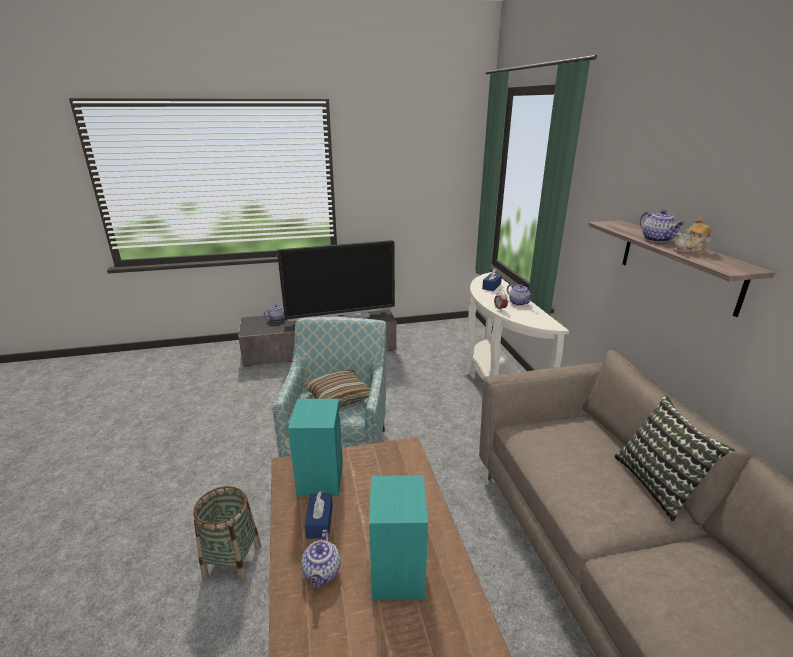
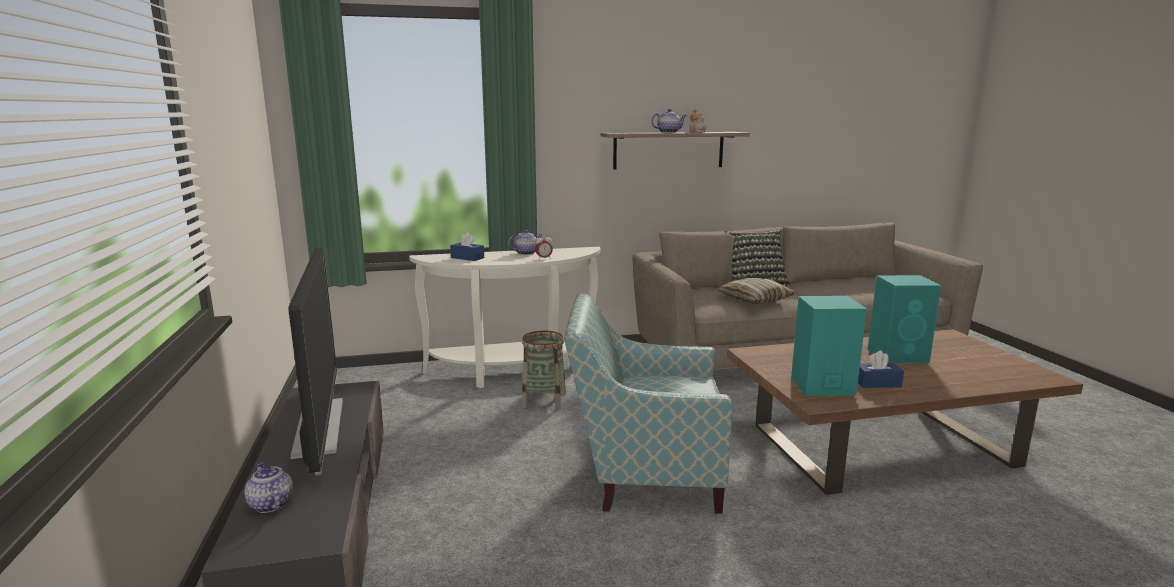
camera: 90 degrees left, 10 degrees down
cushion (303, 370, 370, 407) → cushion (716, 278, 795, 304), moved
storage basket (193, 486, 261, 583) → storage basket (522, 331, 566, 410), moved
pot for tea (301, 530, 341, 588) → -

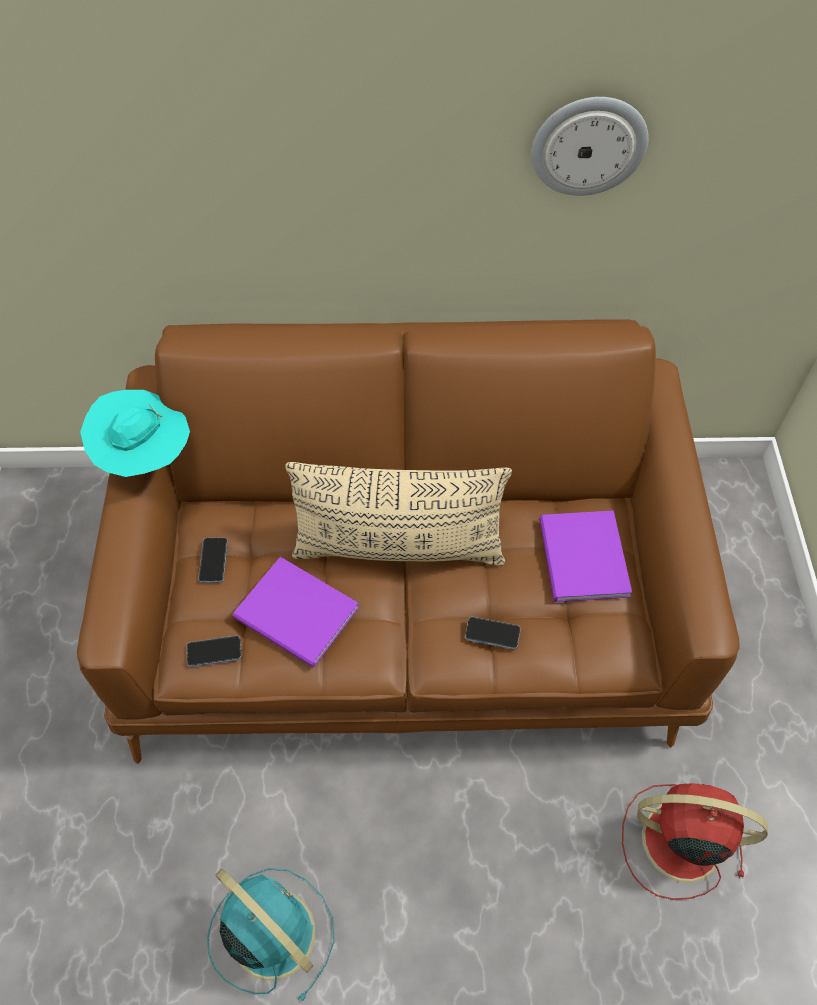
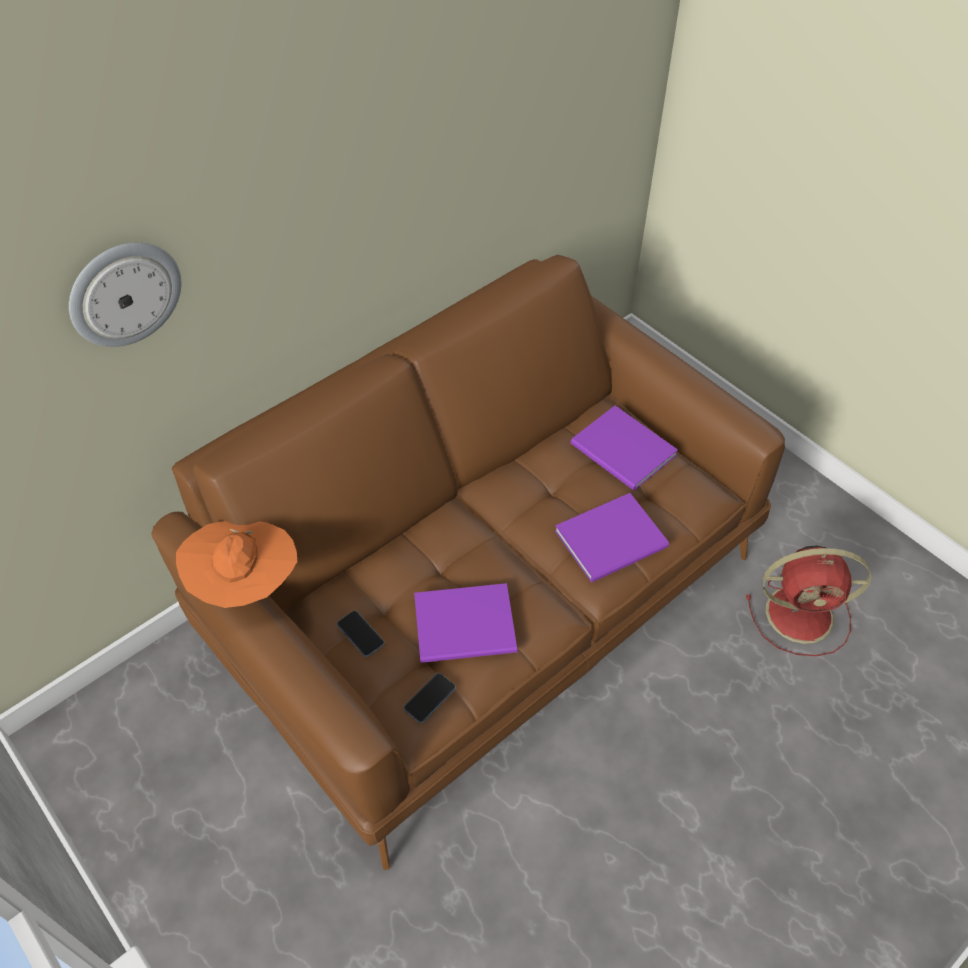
camera: 40 degrees left, 5 degrees down
clock on the wall (531, 97, 649, 196) → clock on the wall (69, 242, 181, 347), moved
turquoise clothing hat (80, 390, 190, 477) → orange-coloured clothing hat (176, 521, 297, 608)
beige-coloured cushion (285, 462, 512, 566) → -
phone (465, 617, 521, 649) → purple-coloured bound book (555, 493, 669, 582)
red electric fan (622, 783, 768, 900) → red electric fan (746, 545, 871, 656), 150 degrees counterclockwise
turquoise electric fan (207, 868, 335, 1003) → -

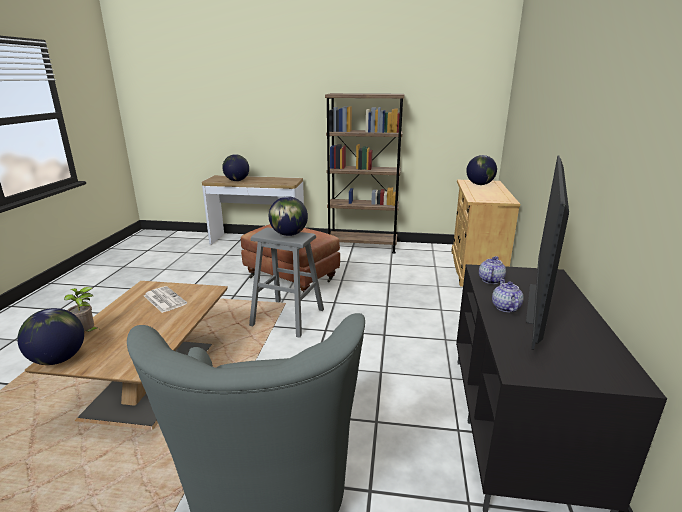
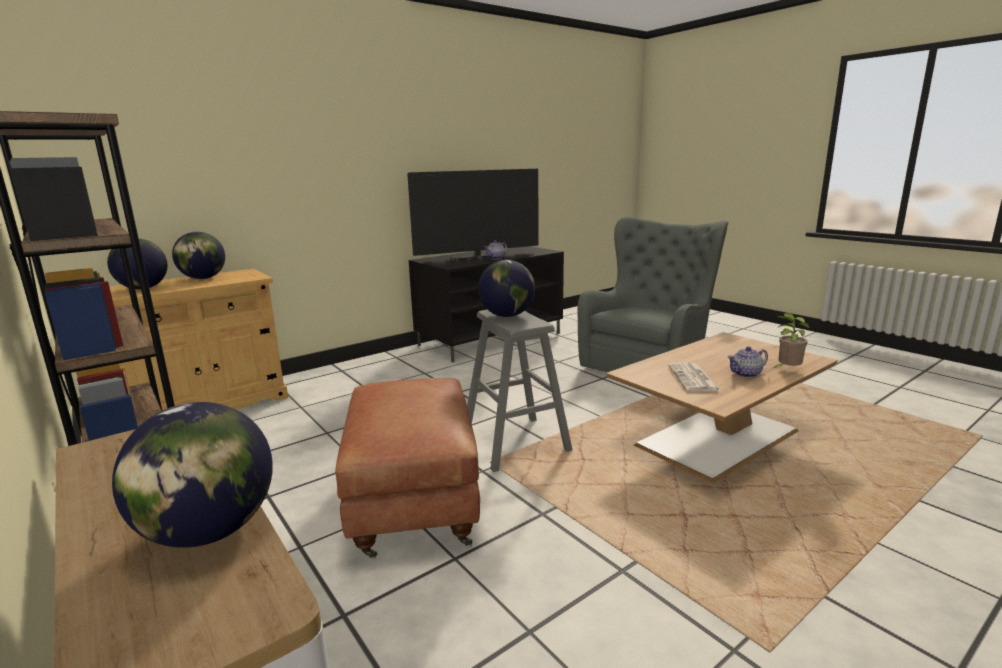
camera: 135 degrees left, 5 degrees down
pot for tea (479, 256, 506, 284) → pot for tea (728, 346, 768, 378), moved
globe (17, 308, 84, 365) → globe (172, 232, 225, 279), moved

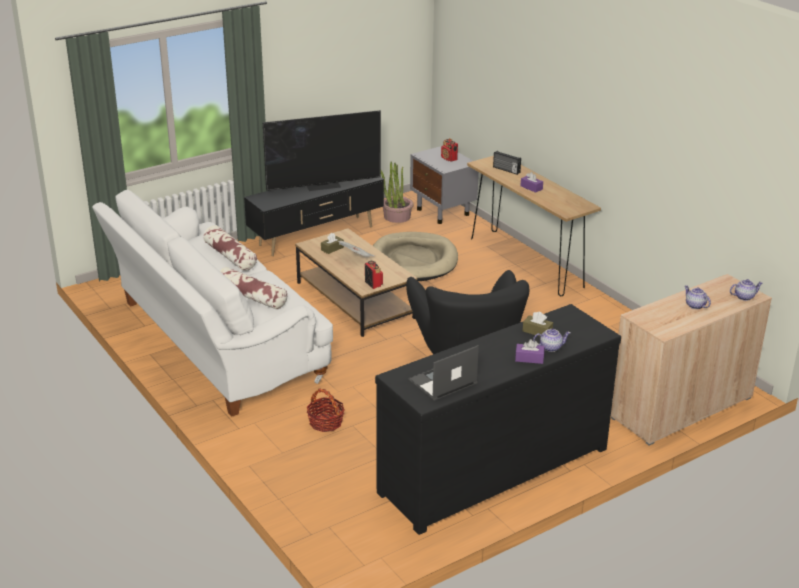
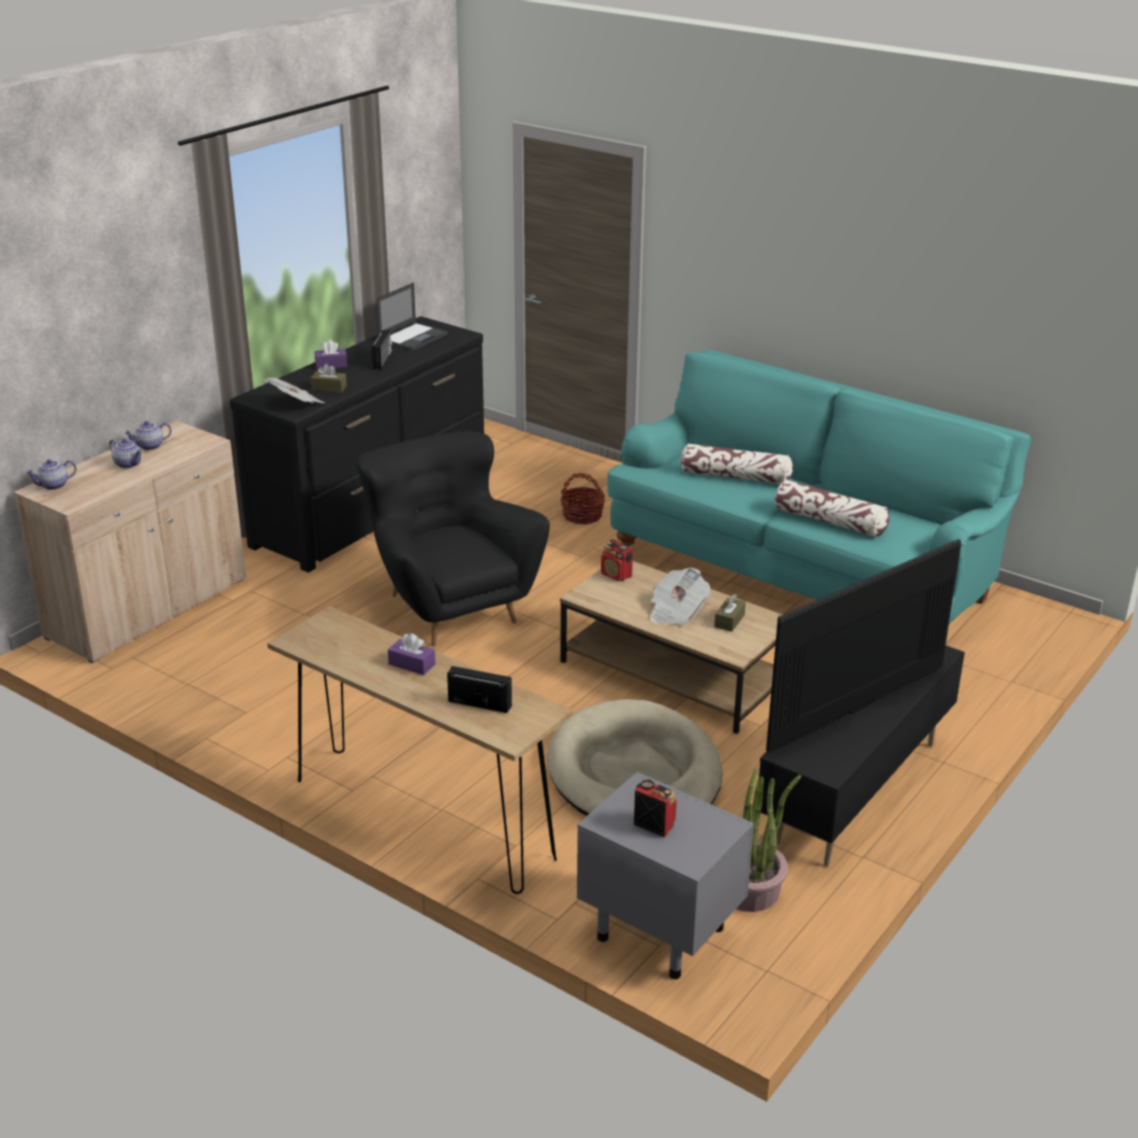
camera: 160 degrees right, 0 degrees up
white settee (92, 190, 333, 417) → turquoise settee (607, 349, 1031, 624)
pot for tea (533, 329, 570, 352) → pot for tea (124, 421, 171, 450), moved
- → radio set (372, 330, 392, 370)
- → newspaper (265, 378, 325, 403)

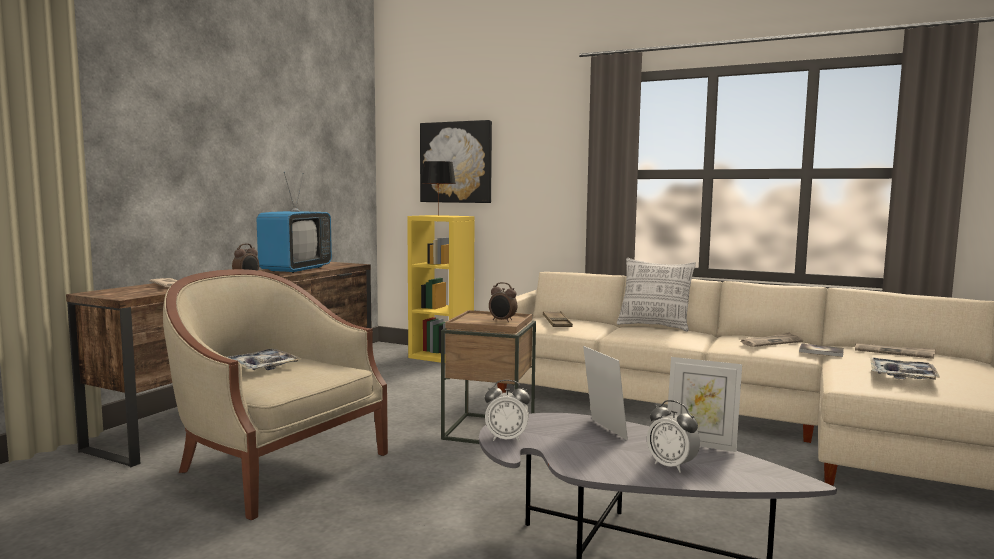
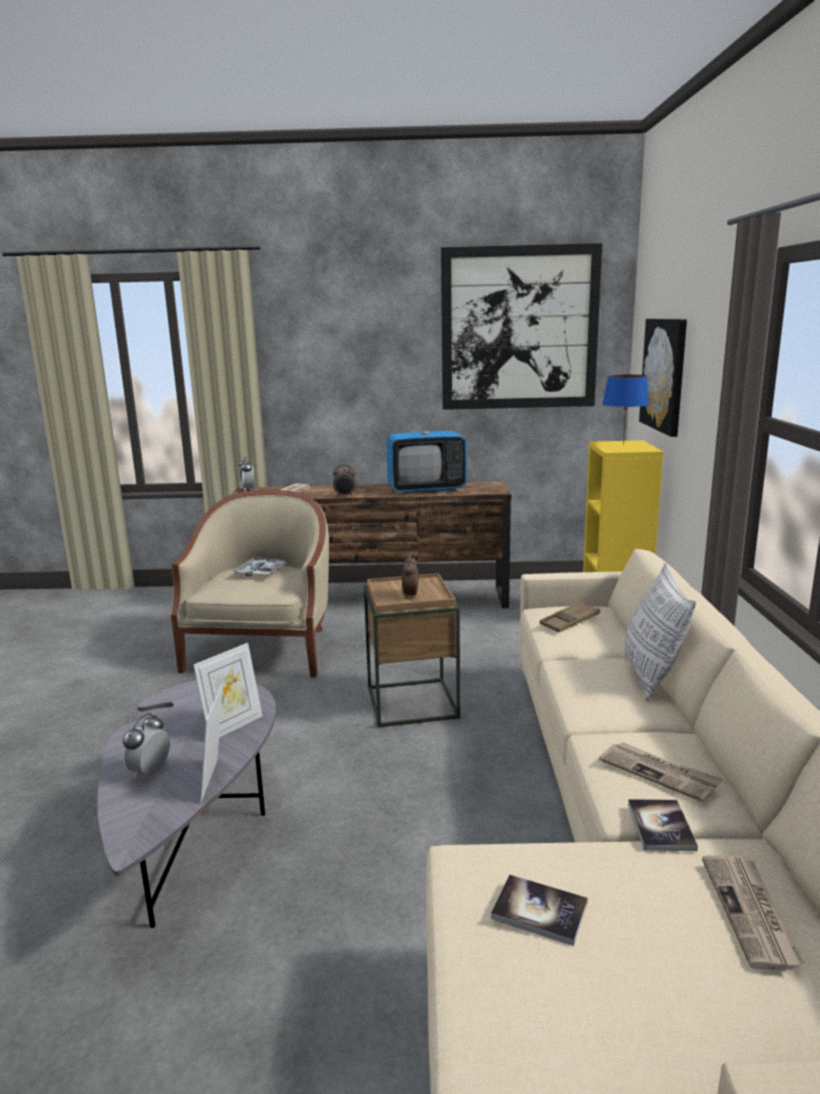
camera: 65 degrees right, 10 degrees up
black lamp for a table (421, 161, 456, 216) → blue lamp for a table (602, 374, 649, 445)
tray (870, 358, 940, 380) → bound book (491, 874, 588, 946)
table clock (485, 380, 530, 442) → table clock (239, 457, 254, 491), moved
- → wall picture (441, 243, 602, 410)

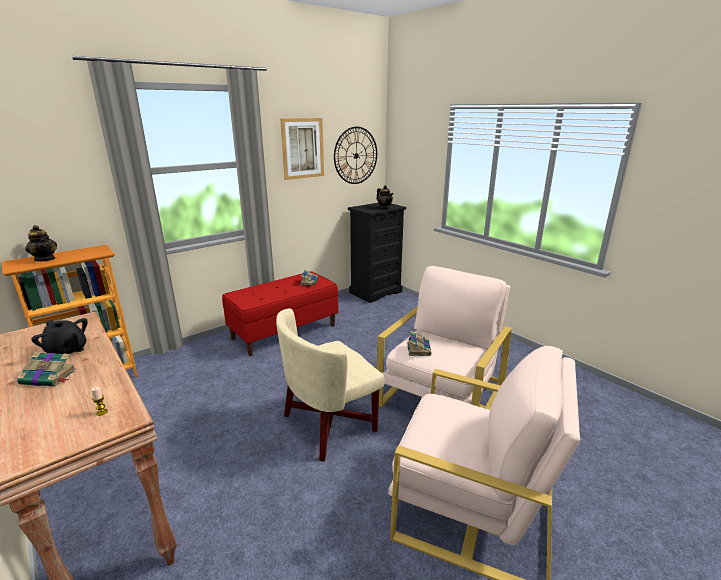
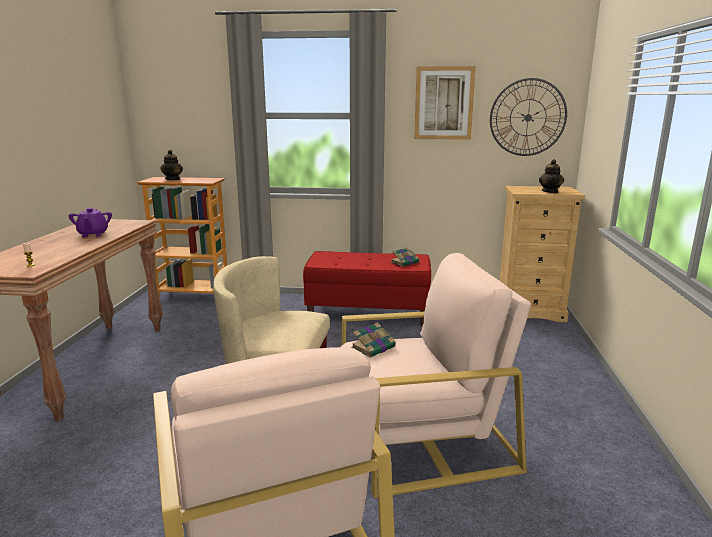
camera: 45 degrees right, 5 degrees down
black chest of drawers (348, 203, 406, 303) → beige-coloured chest of drawers (500, 186, 585, 322)
black pot for tea (31, 318, 88, 354) → purple-coloured pot for tea (68, 208, 112, 237)
bound book (17, 352, 77, 386) → -

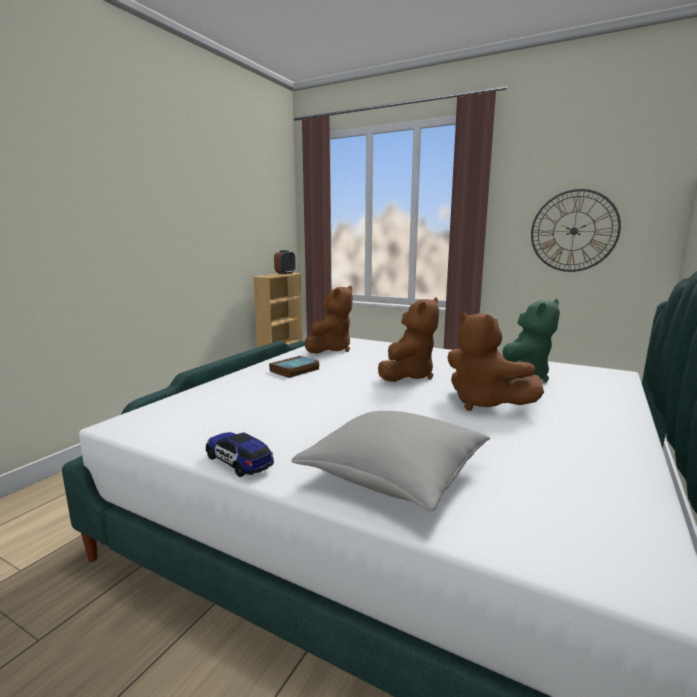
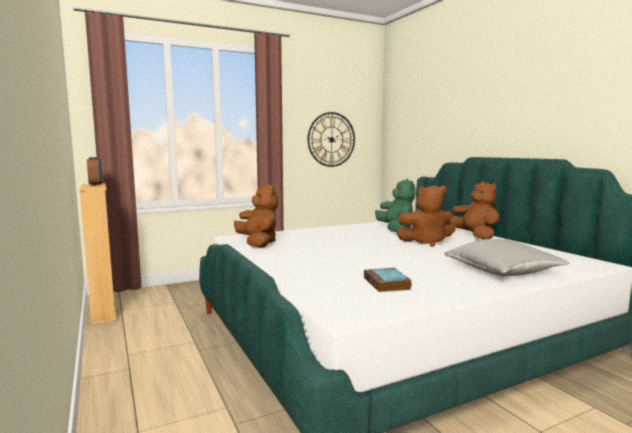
camera: 55 degrees left, 5 degrees down
brown-coloured soft toy (378, 297, 439, 382) → brown-coloured soft toy (450, 181, 500, 240), moved
bound book (269, 356, 319, 378) → bound book (364, 268, 412, 292), moved
toy car (206, 432, 274, 477) → -

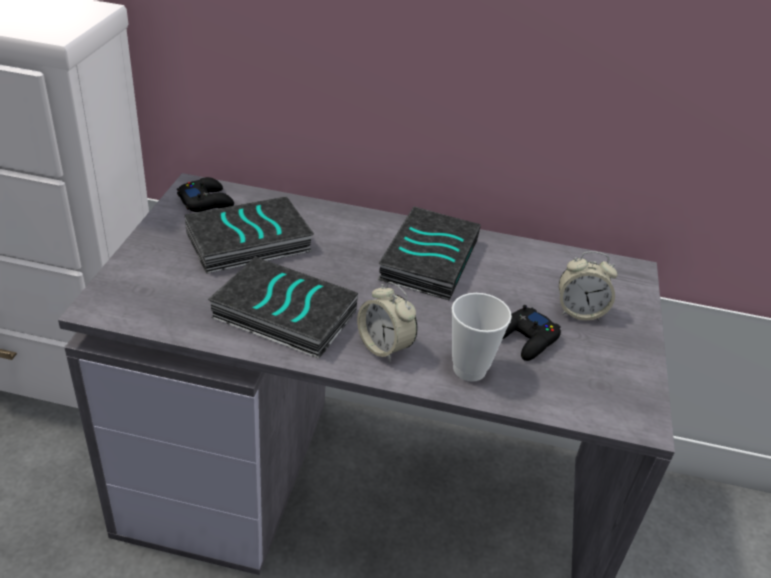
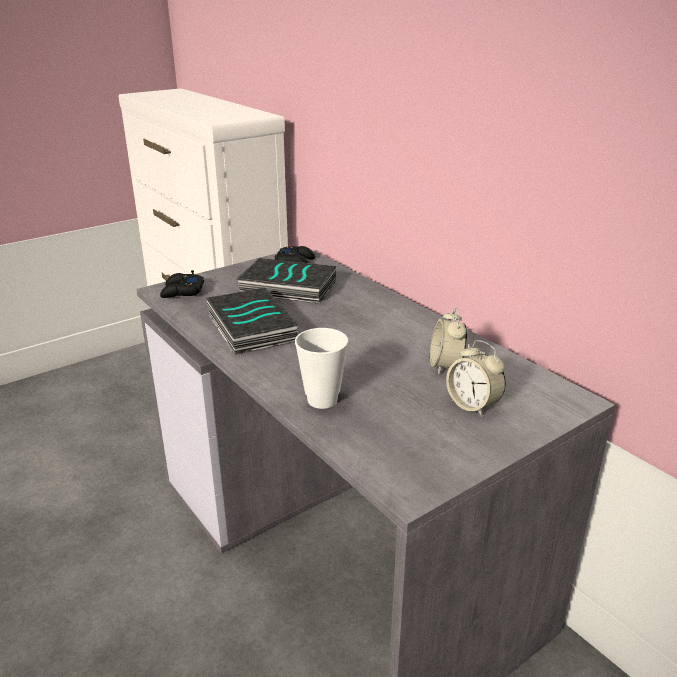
camera: 45 degrees right, 10 degrees down
bound book (377, 206, 481, 300) → -
table clock (357, 282, 417, 363) → table clock (430, 307, 467, 374), moved
black gamepad (503, 305, 561, 361) → black gamepad (160, 270, 204, 298), moved

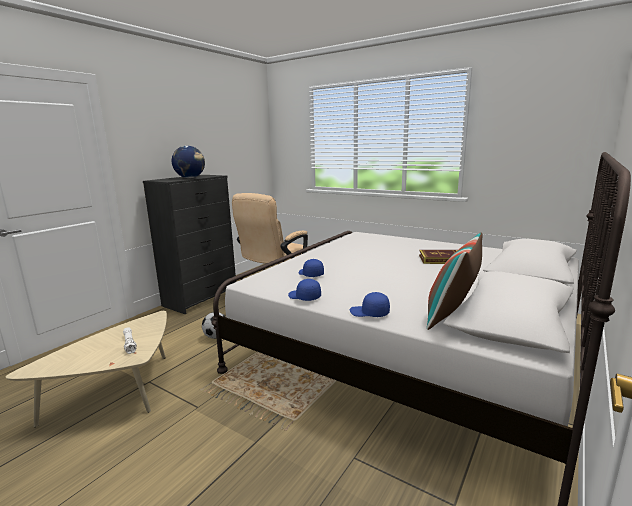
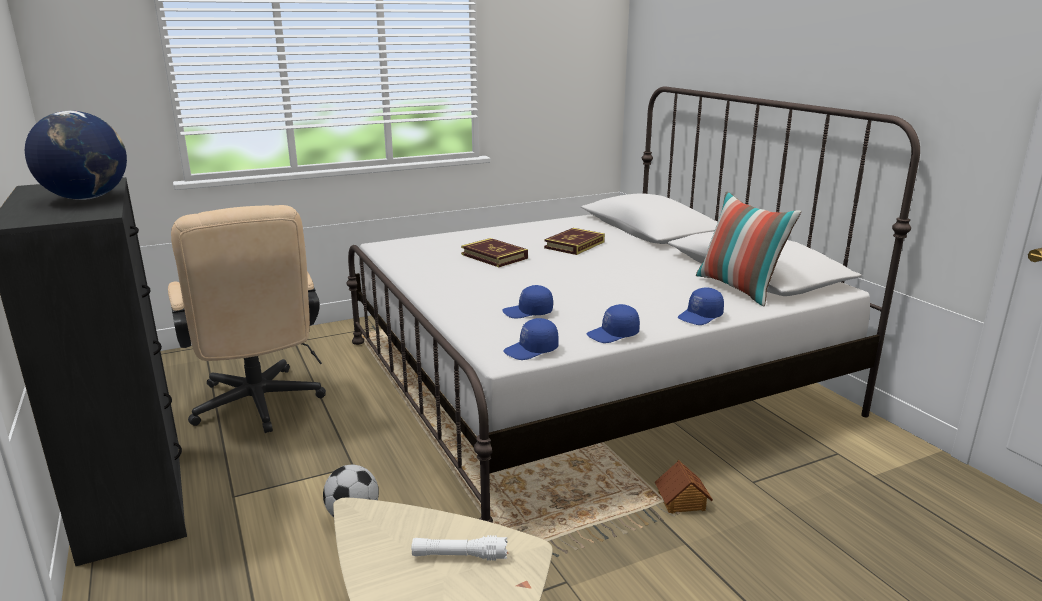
camera: 60 degrees left, 5 degrees up
- → bound book (461, 238, 528, 267)
- → blue peaked cap (503, 318, 559, 360)
- → model house (655, 460, 713, 513)

